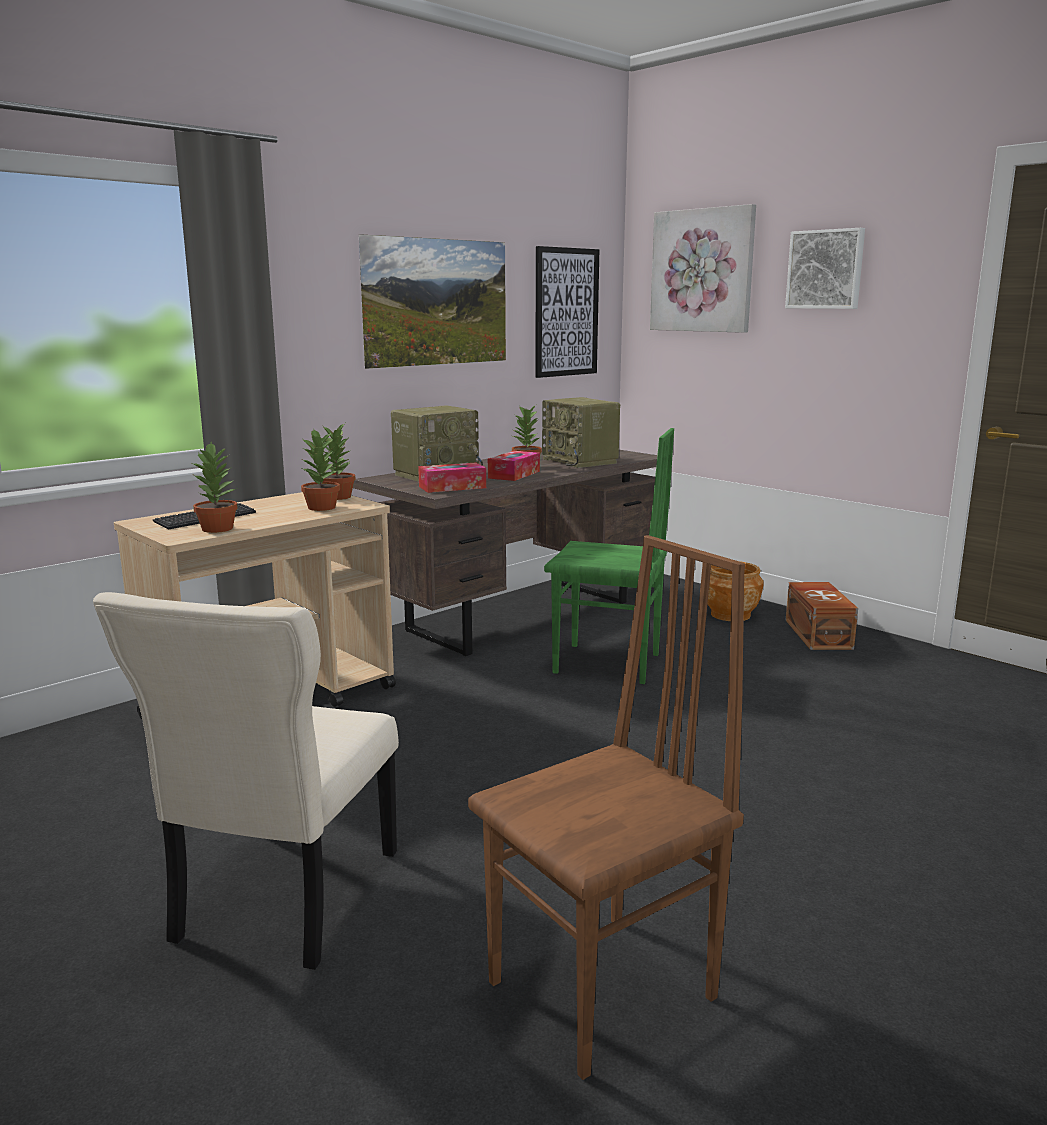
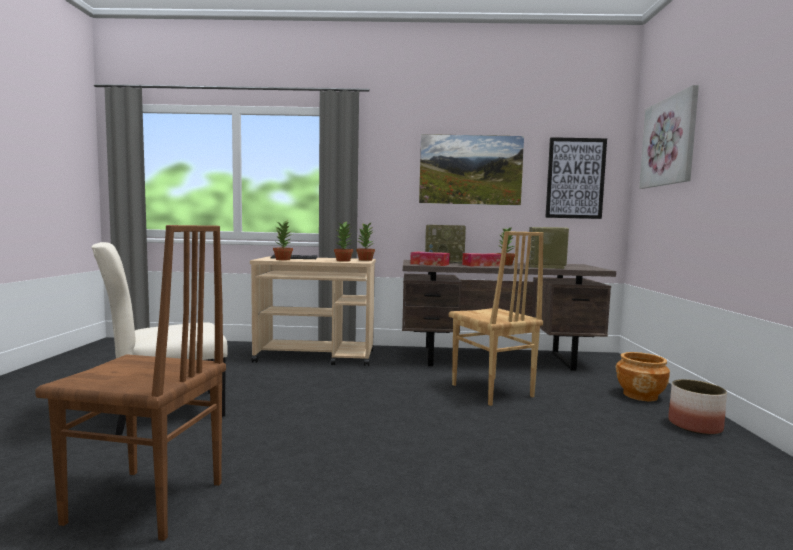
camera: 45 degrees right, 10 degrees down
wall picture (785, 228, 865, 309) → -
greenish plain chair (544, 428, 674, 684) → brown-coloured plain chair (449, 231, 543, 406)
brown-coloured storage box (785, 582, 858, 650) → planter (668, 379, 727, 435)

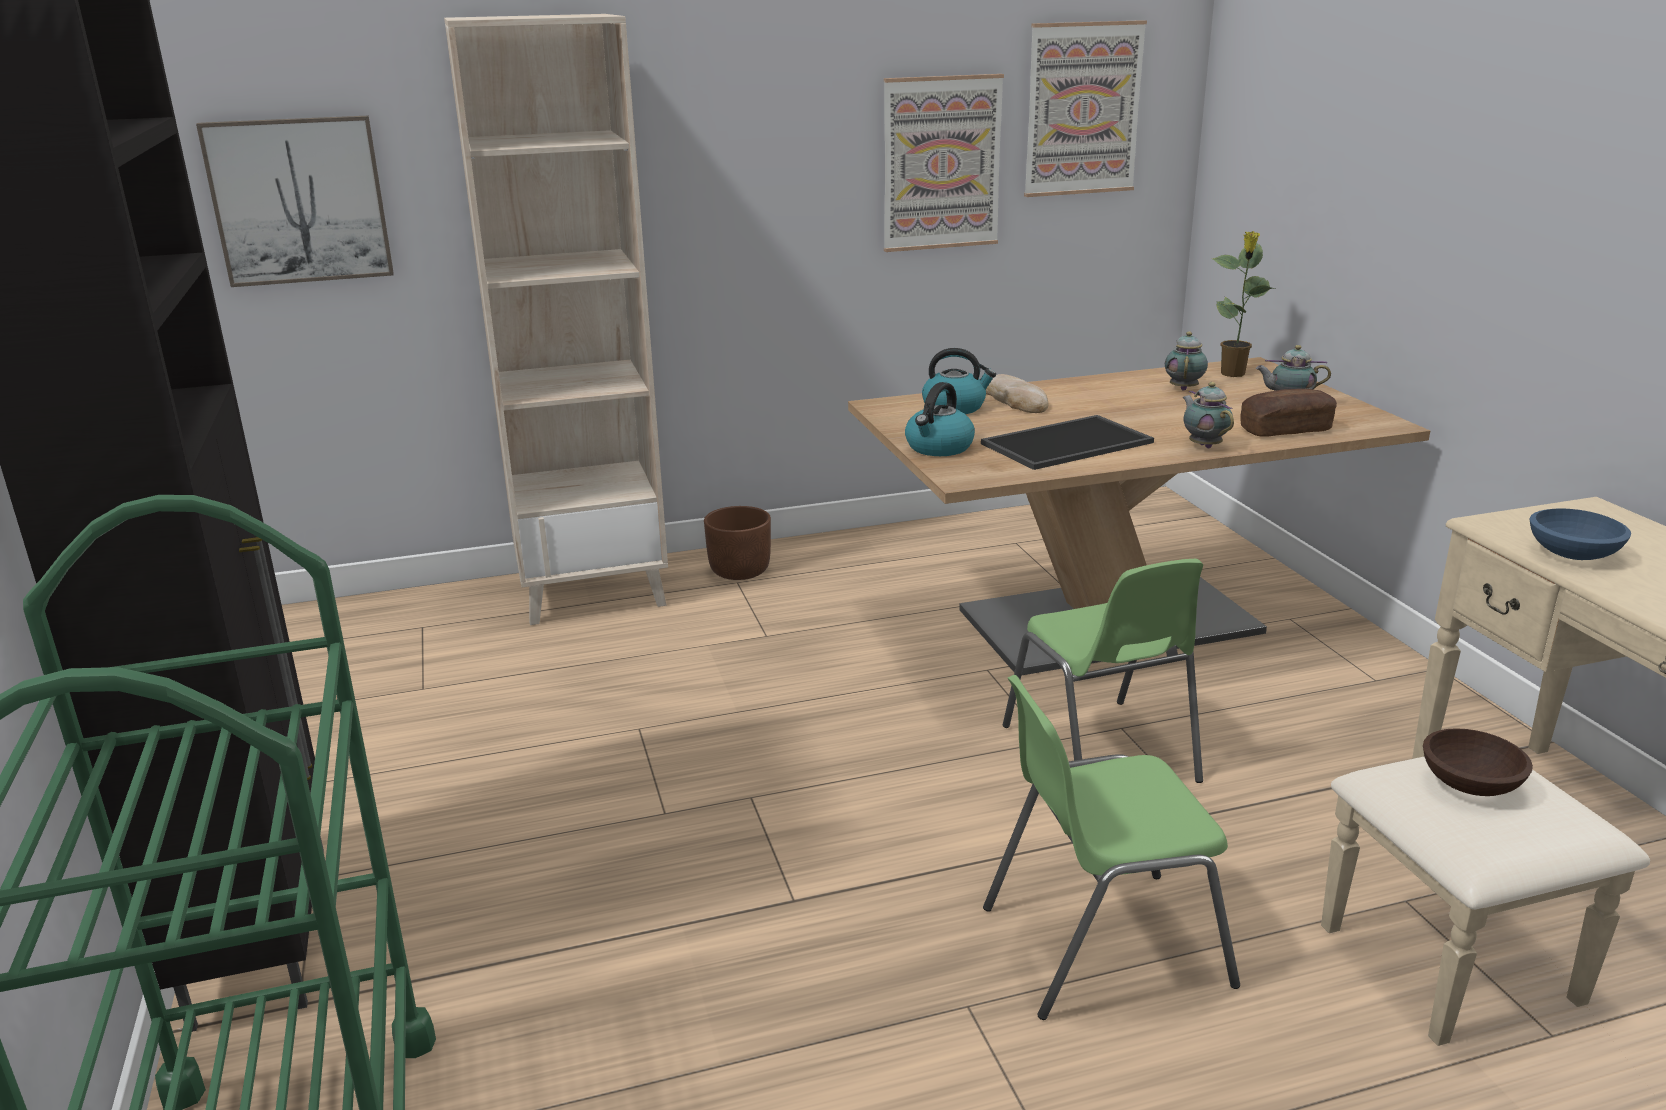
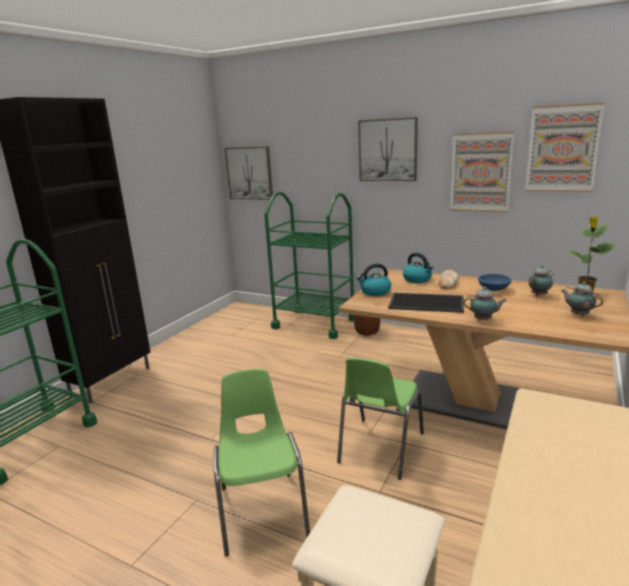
camera: 45 degrees right, 5 degrees down
beige-coloured shelving unit (444, 14, 668, 625) → greenish cart (264, 192, 354, 339)
pot for tea (1183, 382, 1234, 448) → pot for tea (463, 287, 507, 320), 75 degrees clockwise
bakery bread (1240, 389, 1337, 437) → -
blue serving bowl (1530, 509, 1631, 560) → blue serving bowl (478, 274, 512, 291), moved
greenish plain chair (983, 675, 1240, 1020) → greenish plain chair (214, 369, 310, 556), 45 degrees clockwise
brown-coloured serving bowl (1423, 728, 1533, 796) → -
- → wall picture (358, 117, 418, 181)

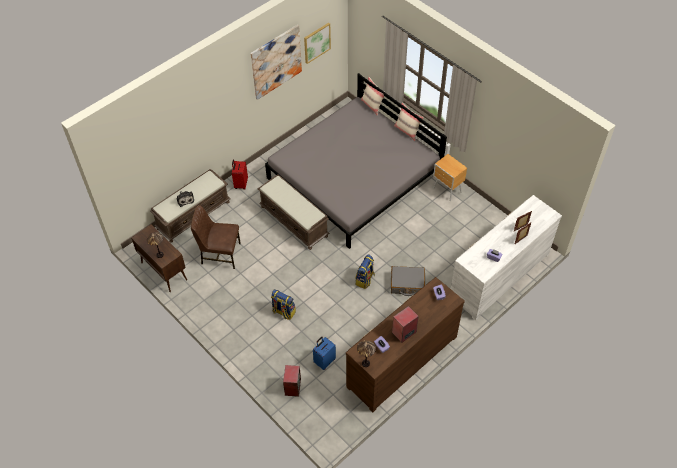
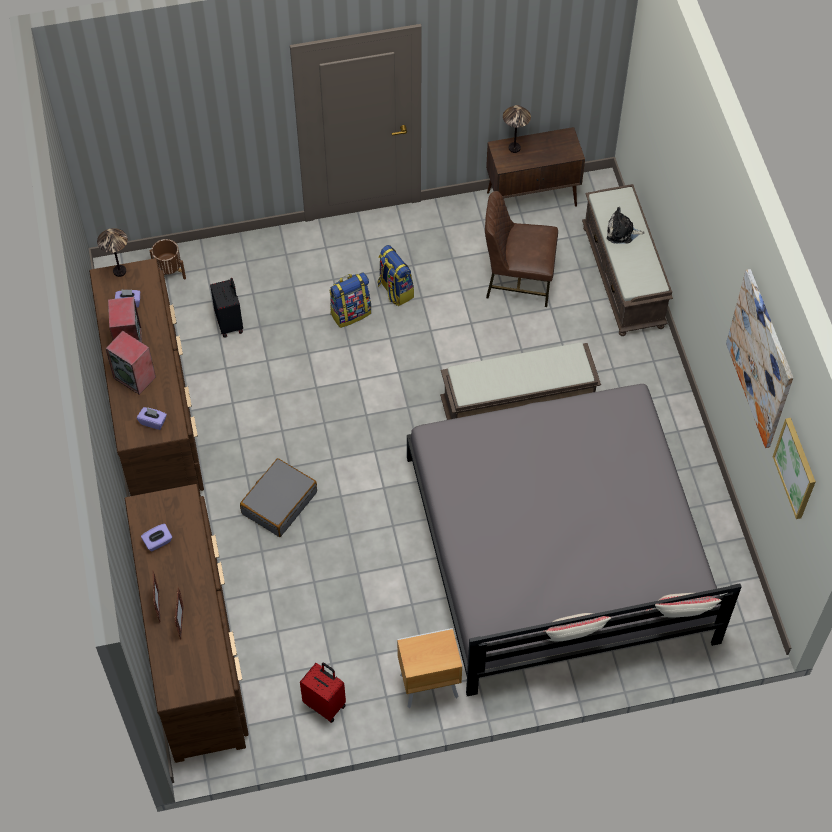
camera: 120 degrees right, 5 degrees up
red suitcase (232, 159, 248, 190) → red suitcase (300, 662, 346, 723), moved
white chest of drawers (451, 195, 562, 320) → brown-coloured chest of drawers (125, 484, 249, 763)
brown-coloured plain chair (191, 205, 241, 269) → brown-coloured plain chair (485, 191, 558, 307), 120 degrees counterclockwise
backpack (355, 254, 375, 289) → backpack (378, 245, 414, 306), moved
blue suitcase (313, 337, 336, 370) → black suitcase (210, 278, 243, 338)
audio speaker (283, 365, 301, 397) → audio speaker (105, 331, 156, 395), moved
- → brown-coloured planter (150, 239, 186, 279)

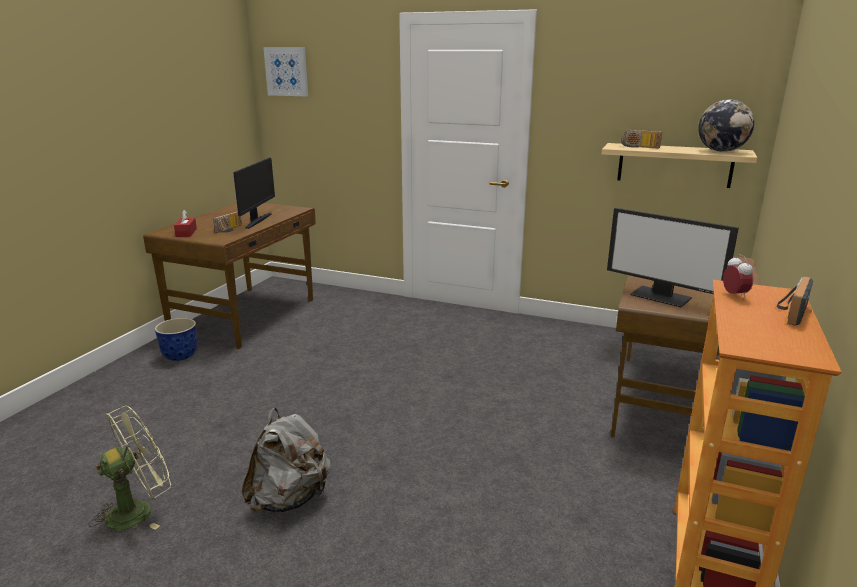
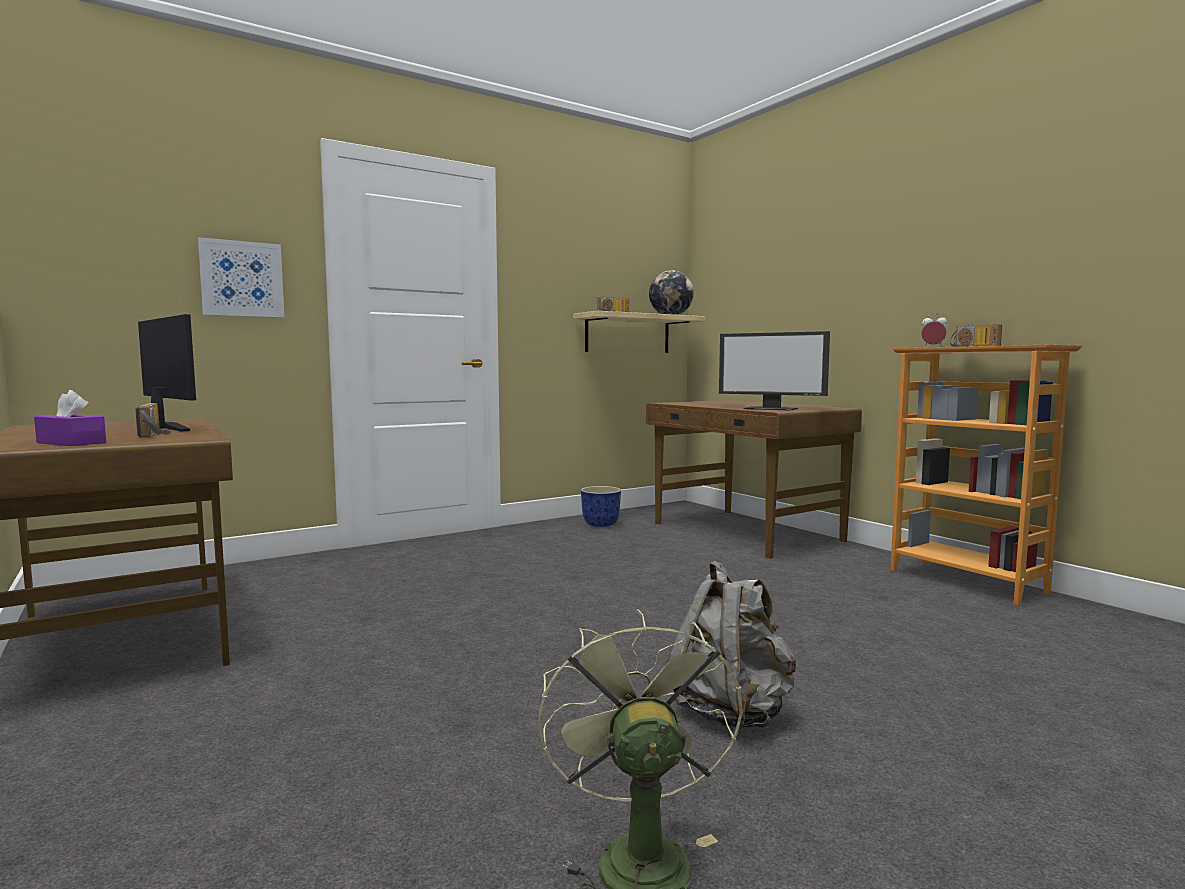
camera: 55 degrees left, 15 degrees down
wall picture (263, 47, 308, 96) → wall picture (198, 237, 284, 318), moved
computer screen (607, 208, 739, 307) → computer screen (719, 331, 830, 411), 45 degrees clockwise
red tissue holder (174, 210, 197, 237) → purple-coloured tissue holder (34, 390, 106, 446)
planter (155, 318, 197, 361) → planter (581, 486, 621, 527), moved

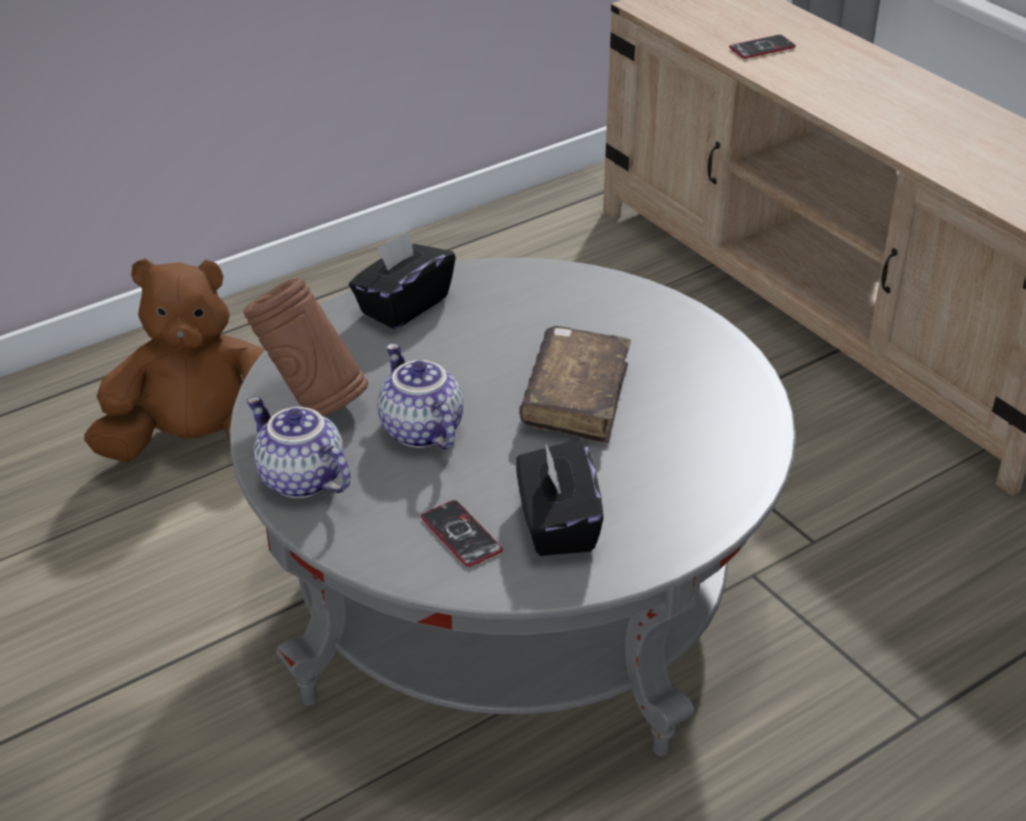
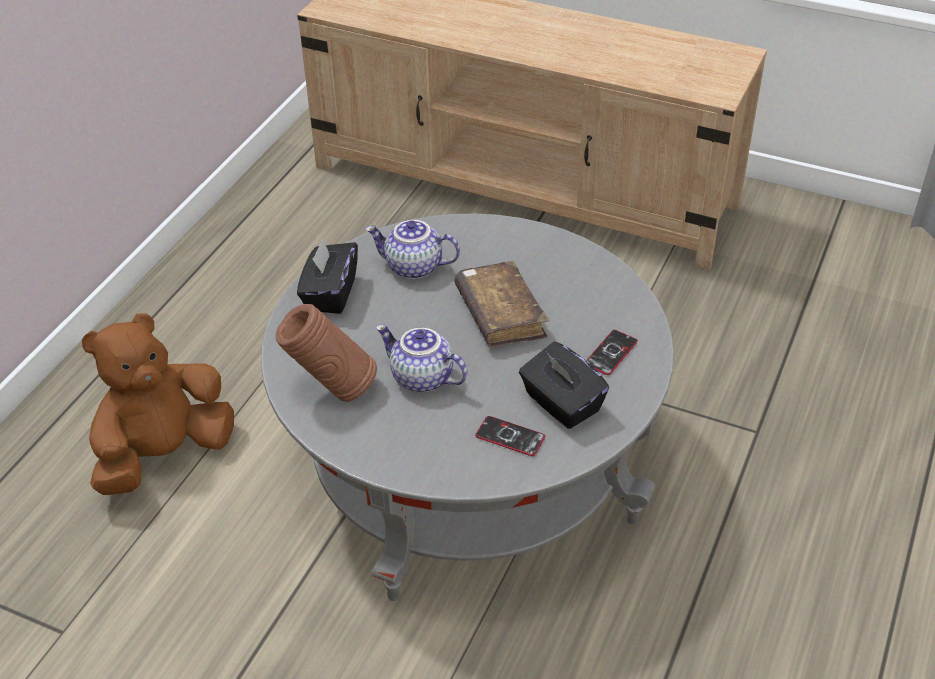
camera: 30 degrees left, 5 degrees up
phone (729, 35, 796, 58) → phone (586, 330, 638, 375), moved
pot for tea (247, 396, 350, 498) → pot for tea (365, 220, 460, 279), moved

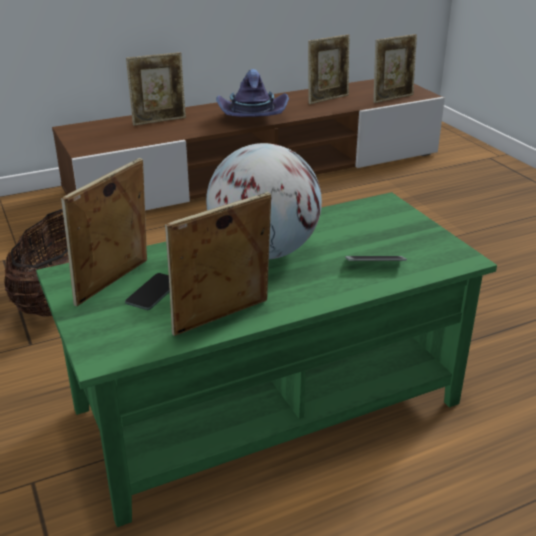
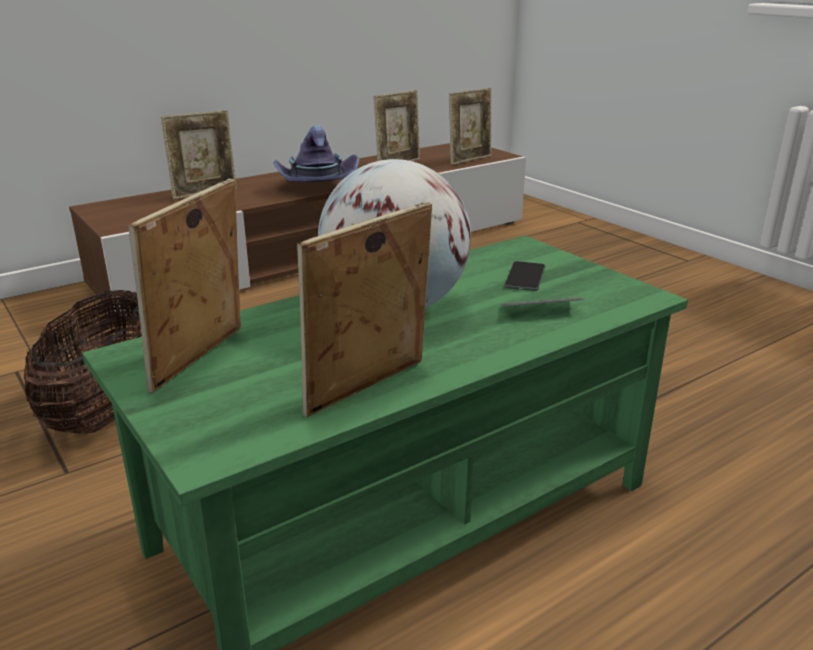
camera: 10 degrees left, 5 degrees down
phone (125, 273, 170, 310) → phone (504, 261, 545, 291), moved

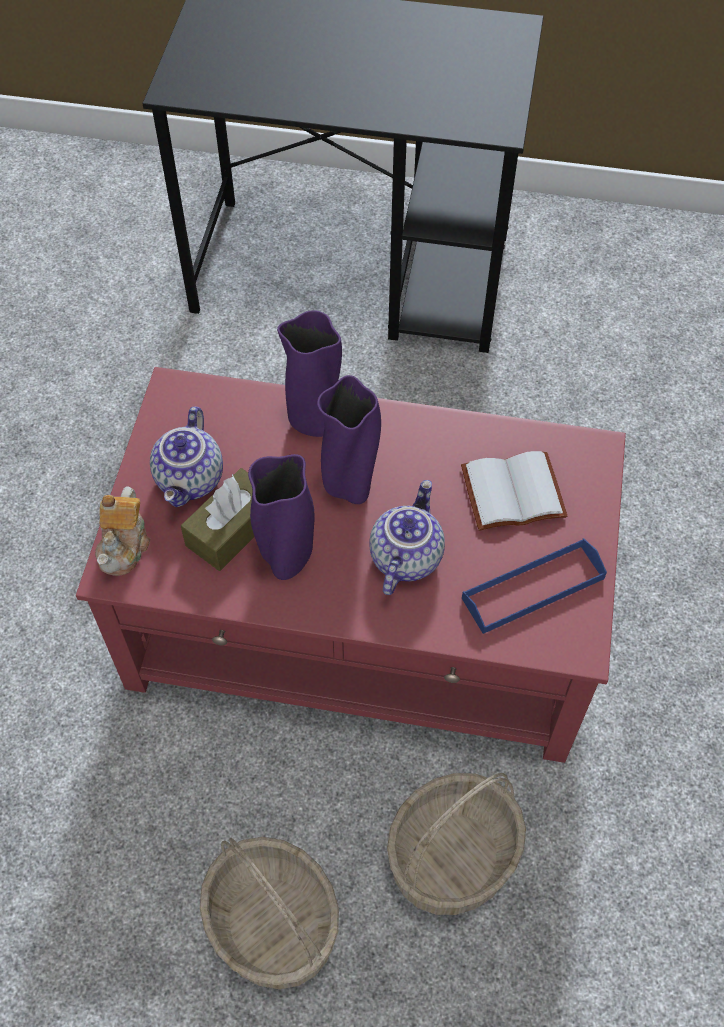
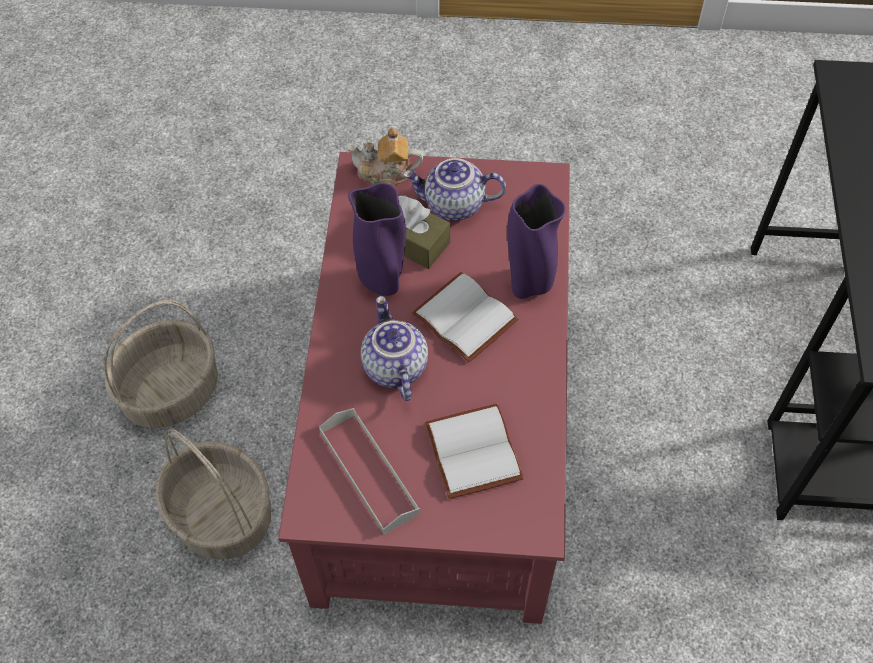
camera: 85 degrees right, 0 degrees up
purple-coloured decorative vase (317, 375, 381, 504) → white bound book (412, 272, 519, 362)
pot for tea (370, 480, 445, 595) → pot for tea (361, 296, 428, 401), 120 degrees counterclockwise
blue tray (462, 538, 607, 634) → grey tray (319, 408, 420, 535)

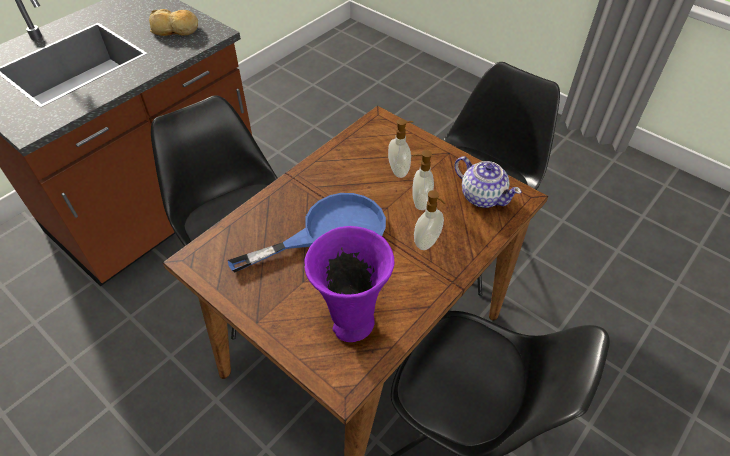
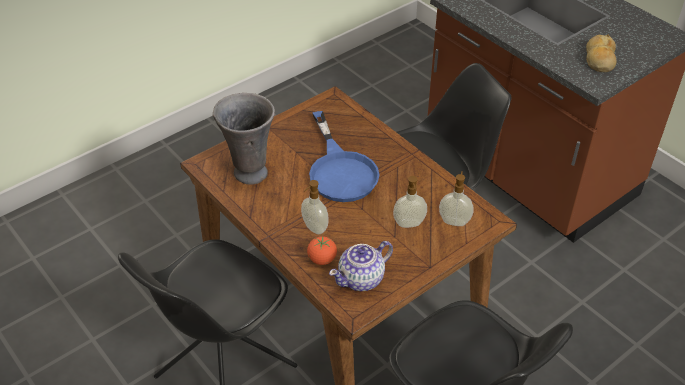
camera: 100 degrees right, 5 degrees down
soap bottle (412, 150, 434, 210) → soap bottle (439, 171, 474, 226), moved
purple-coloured decorative vase (304, 226, 395, 342) → grey decorative vase (213, 93, 275, 184)
- → tomato (307, 236, 337, 265)

